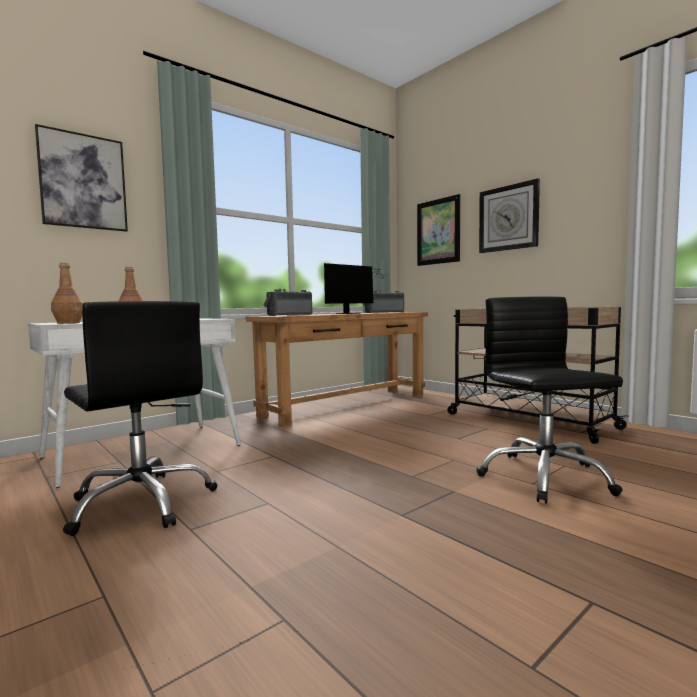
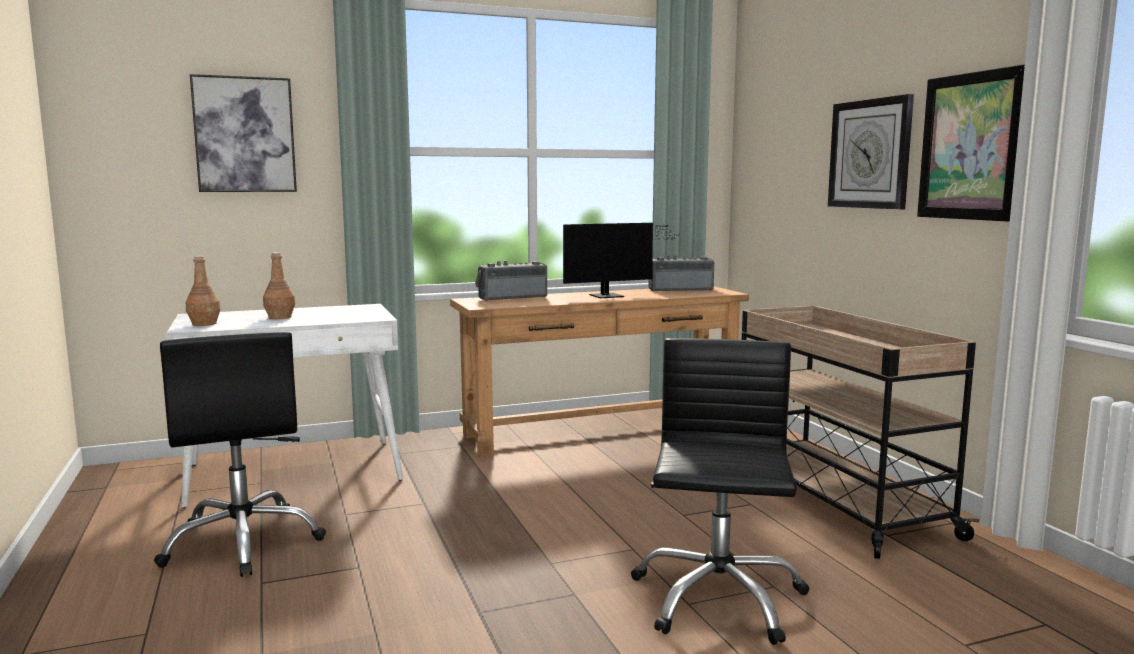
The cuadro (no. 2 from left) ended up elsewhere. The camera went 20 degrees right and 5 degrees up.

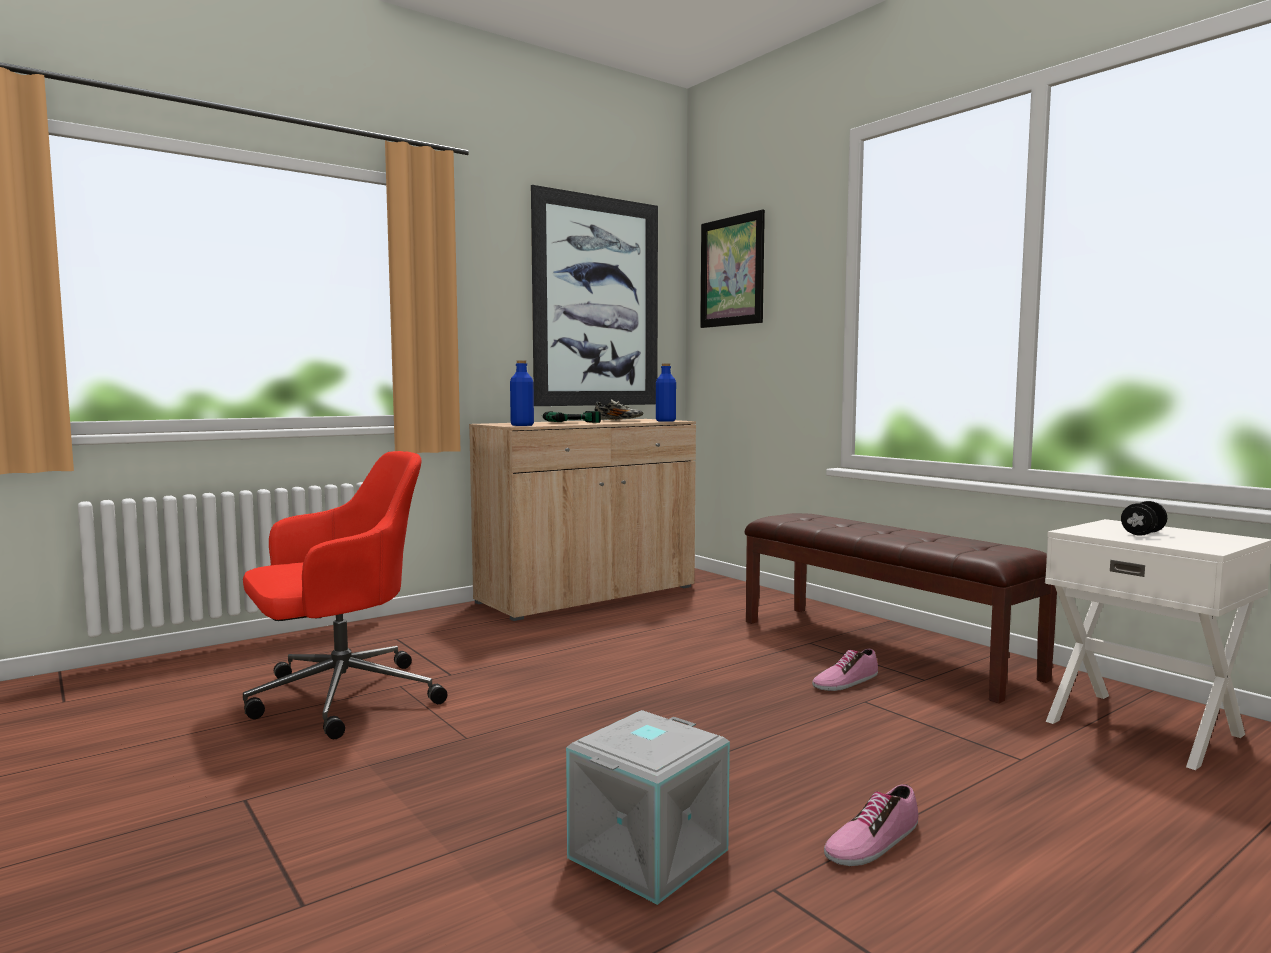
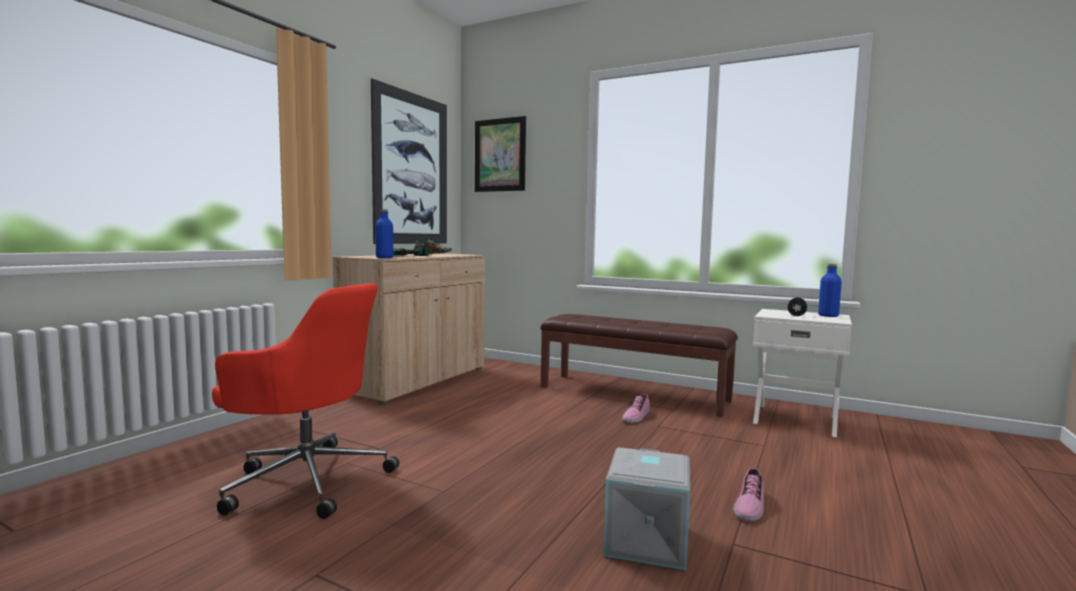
The botella (azul) (no. 2 from left) ended up elsewhere. The silla de oficina (rojo) ended up facing another way, 75 degrees clockwise from before. The camera went 25 degrees left and 0 degrees up.

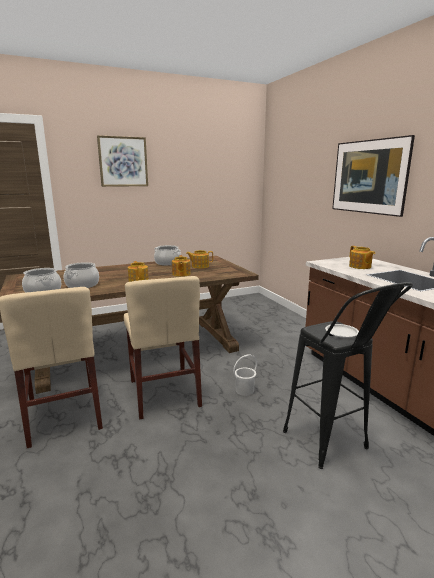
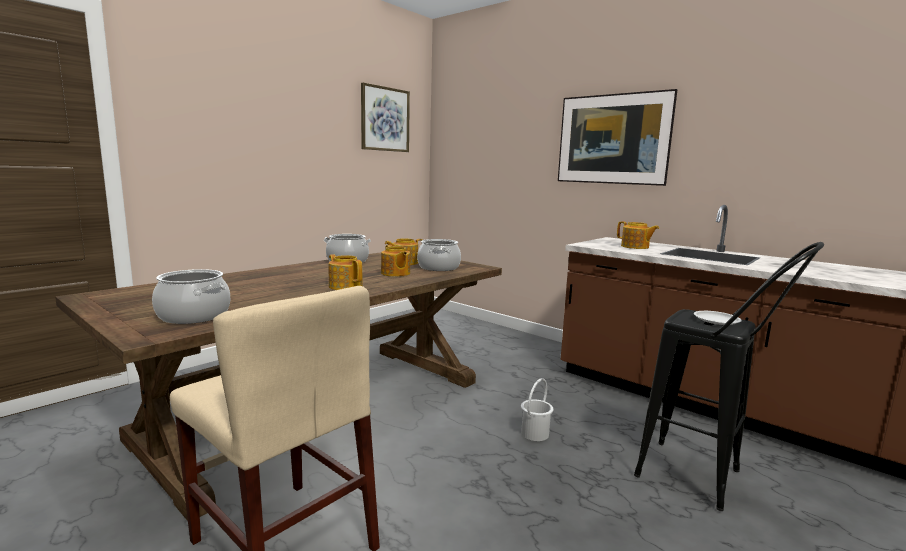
The second view lost the silla (beis) (no. 2 from left). The olla (no. 2 from left in the first image) ended up elsewhere. The cuadro (no. 1 from left) ended up elsewhere. The camera went 25 degrees left and 5 degrees down.

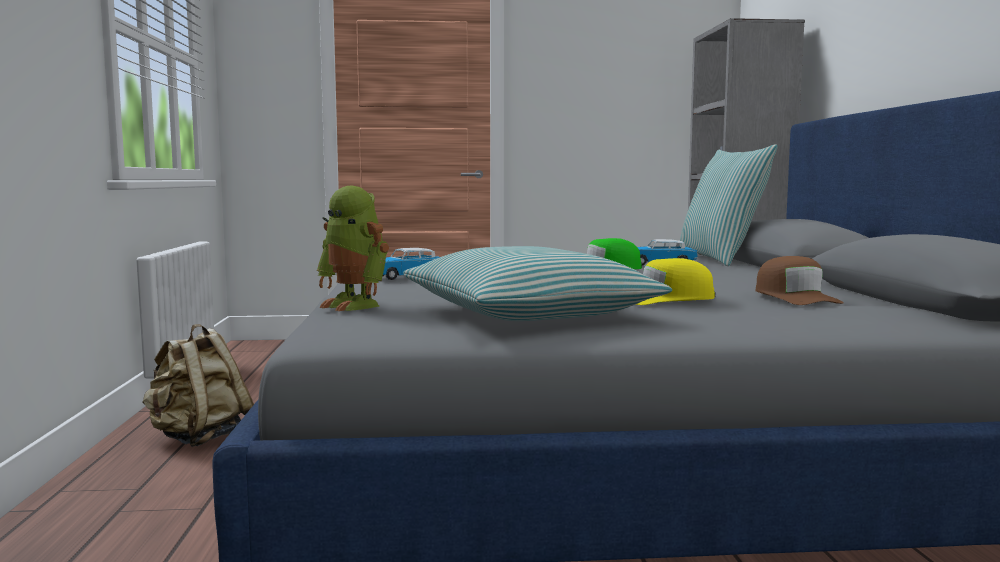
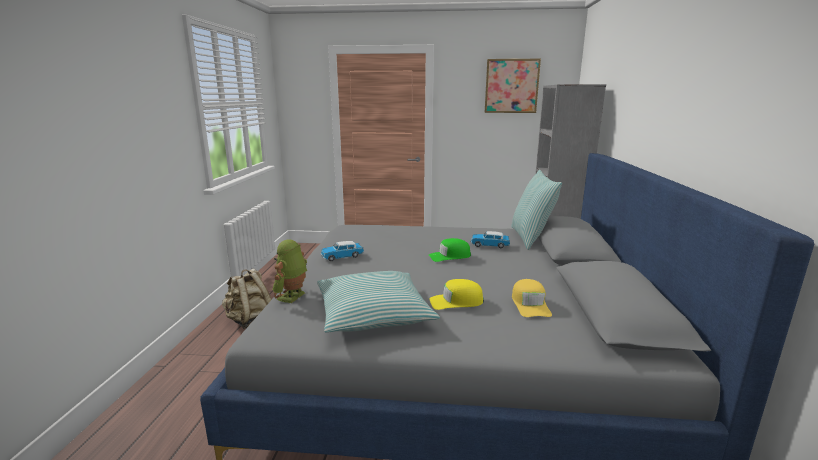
The second view gained the cuadro. What was the gorra (marrón) turned into the gorra (amarillo) (no. 2 from left). The robot de juguete ended up facing another way, 60 degrees clockwise from before. The camera went 10 degrees right and 10 degrees up.

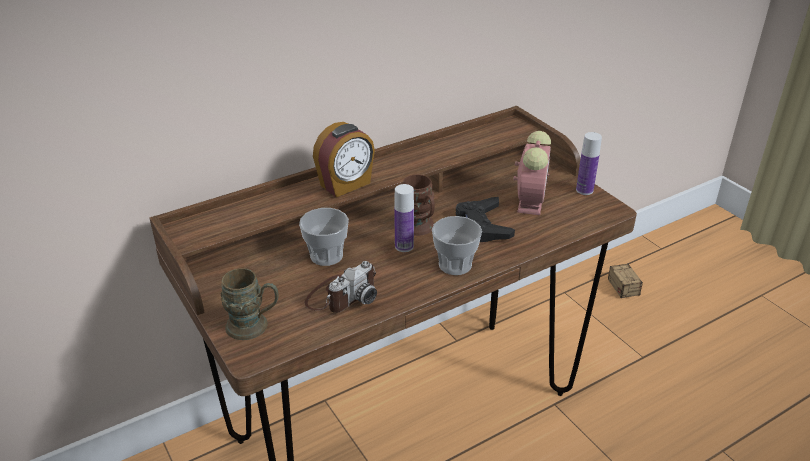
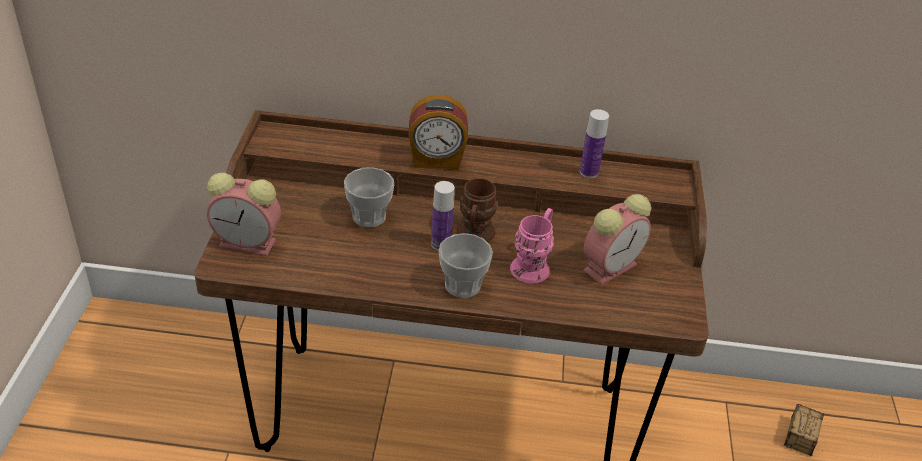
The second view lost the cámara. The botella (no. 2 from left) ended up elsewhere. Where the taza grande (marrón) (no. 1 from left) stood, the despertador (no. 1 from left) came to stand. Where the mando de consola (negro) stood, the taza grande (rosa) came to stand. The camera went 35 degrees right and 5 degrees up.

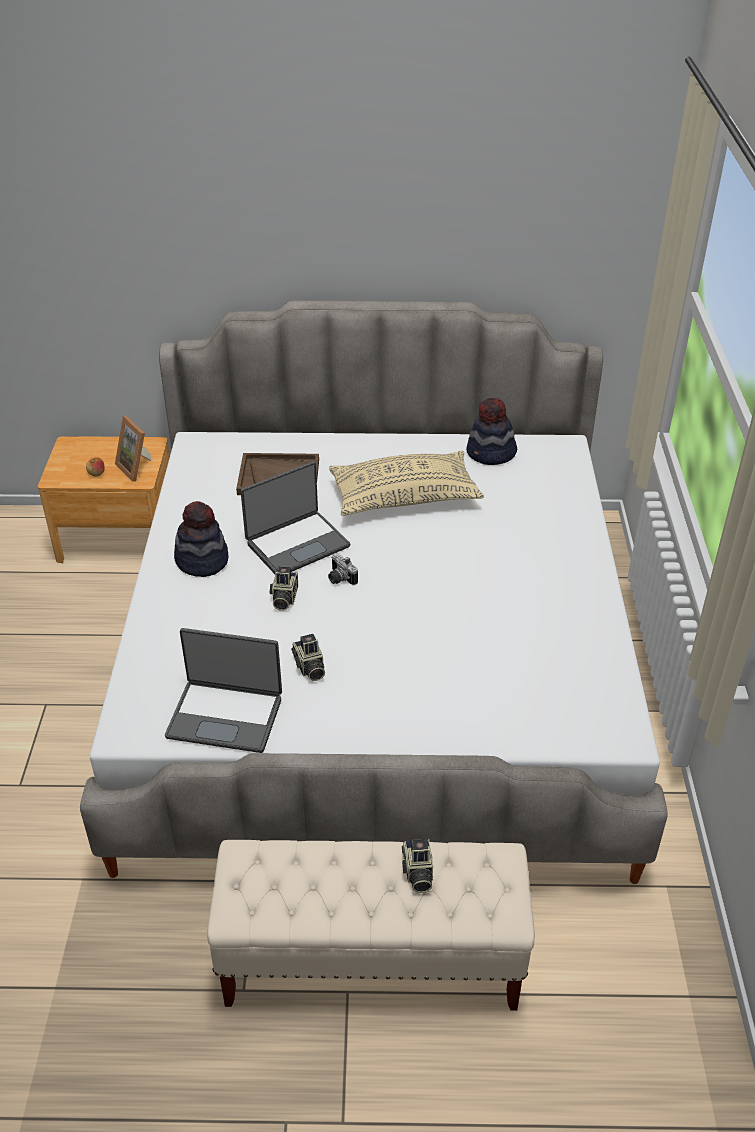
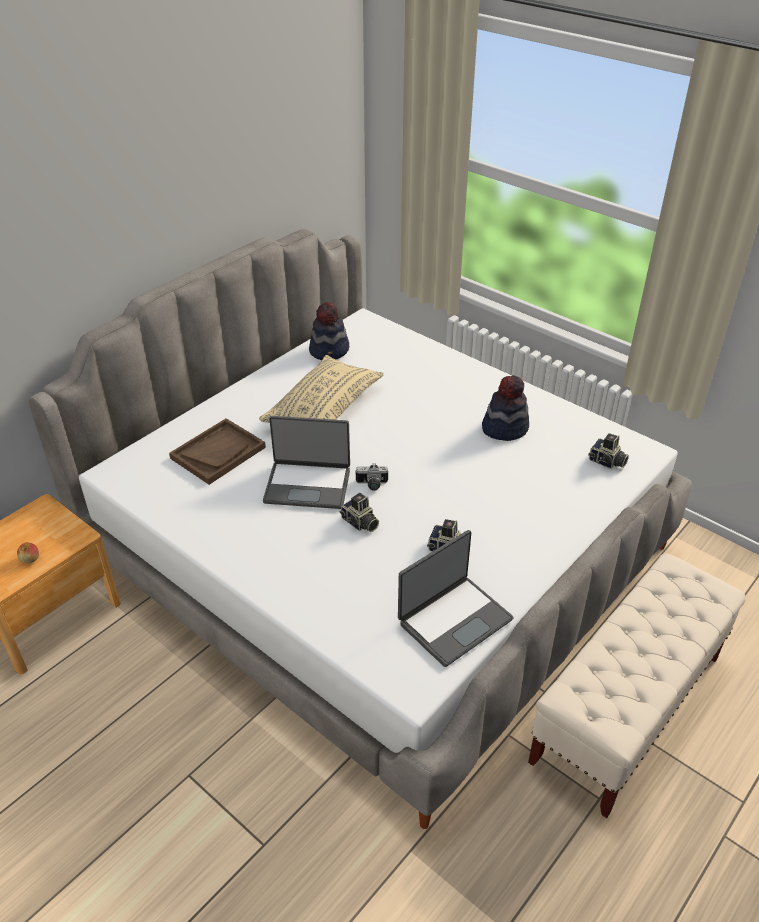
The second view lost the portarretratos. The sombrero (no. 1 from left in the first image) ended up elsewhere. The cámara (no. 4 from left) ended up elsewhere. The portátil (no. 2 from left in the first image) ended up facing another way, 90 degrees clockwise from before. The camera went 50 degrees left and 0 degrees up.

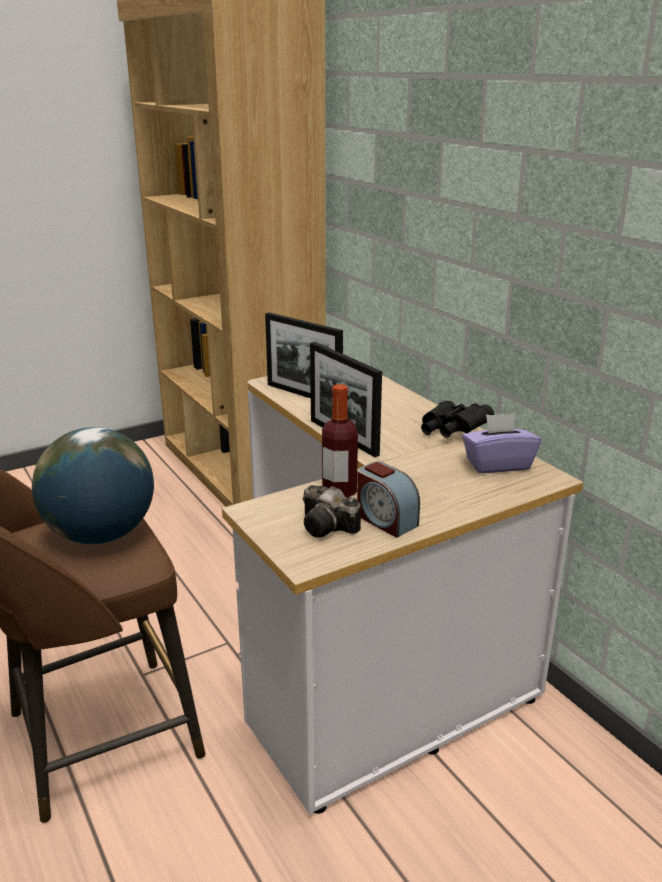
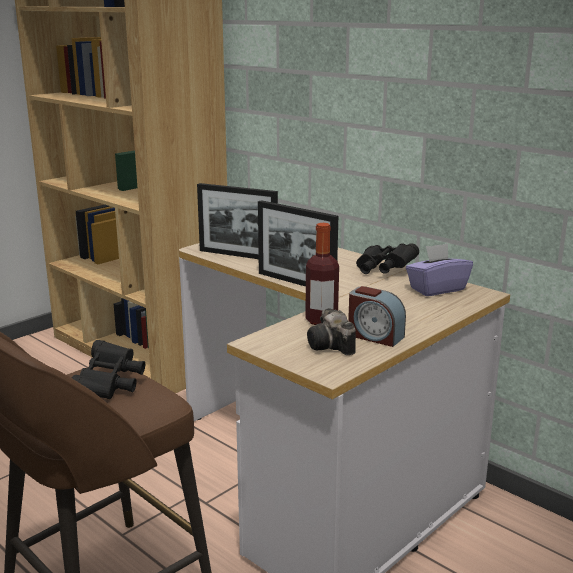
Where the globo terráqueo stood, the prismáticos (negro) (no. 1 from left) came to stand. The cámara ended up facing another way, 45 degrees clockwise from before. The camera went 15 degrees left and 5 degrees down.

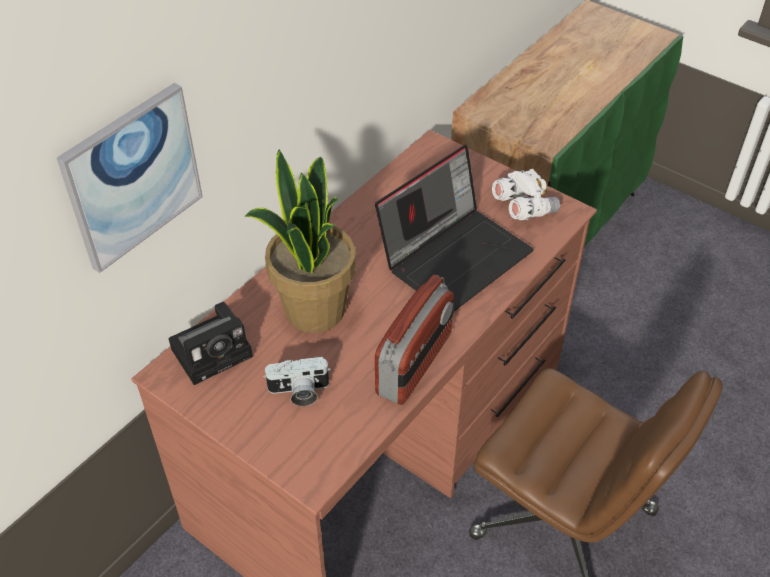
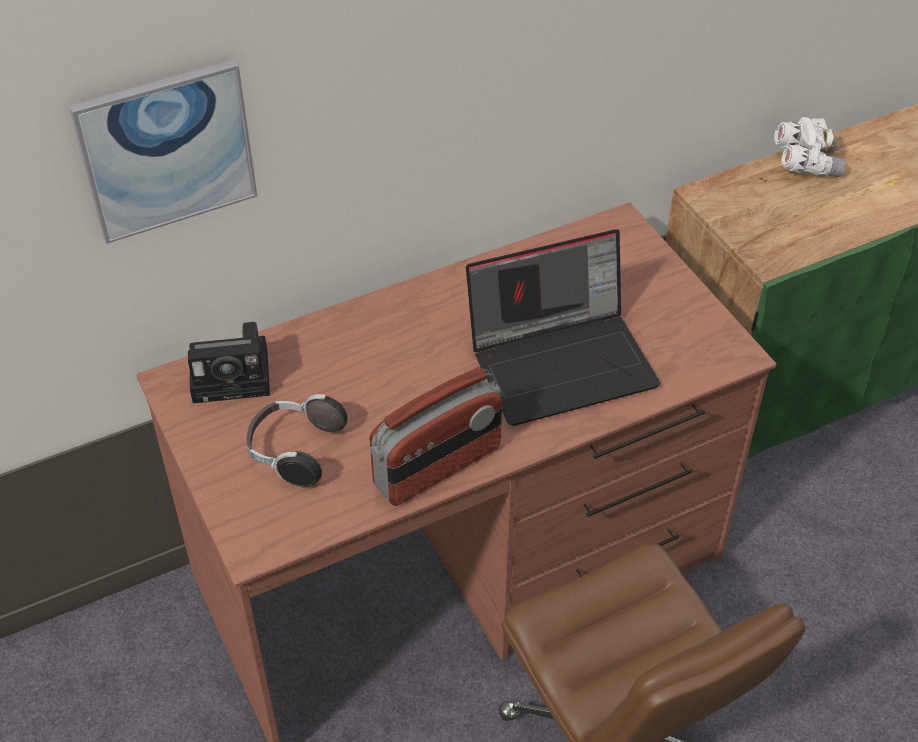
The second view lost the planta en maceta. The prismáticos (blanco) ended up elsewhere. Where the cámara (no. 2 from left) stood, the auriculares came to stand. The camera went 25 degrees right and 0 degrees up.

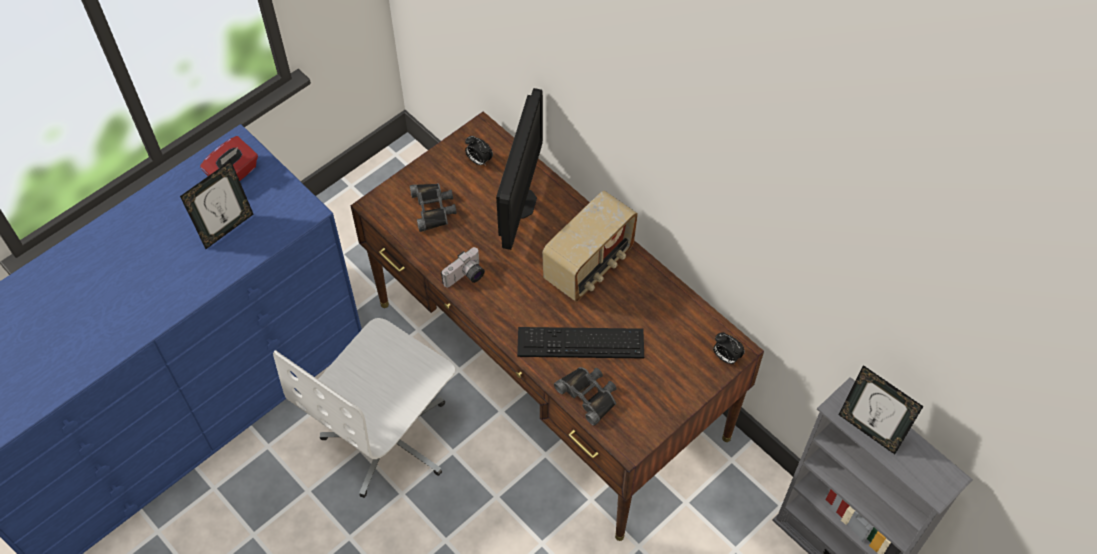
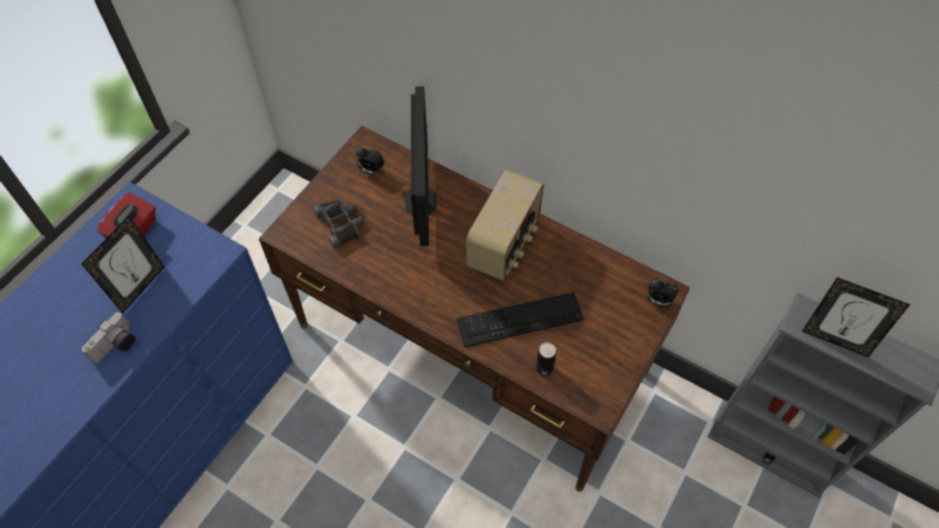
The second view lost the silla de oficina (blanco). The cámara ended up elsewhere. Where the prismáticos (negro) (no. 2 from left) stood, the lata came to stand. The camera went 15 degrees left and 0 degrees up.

